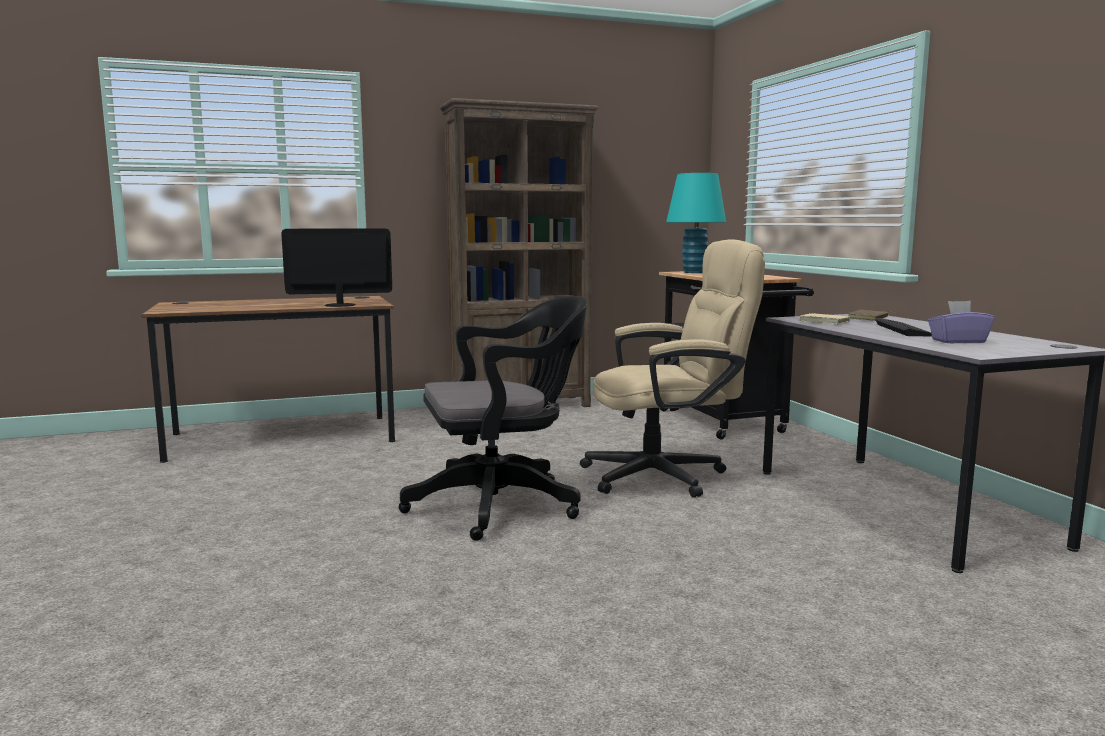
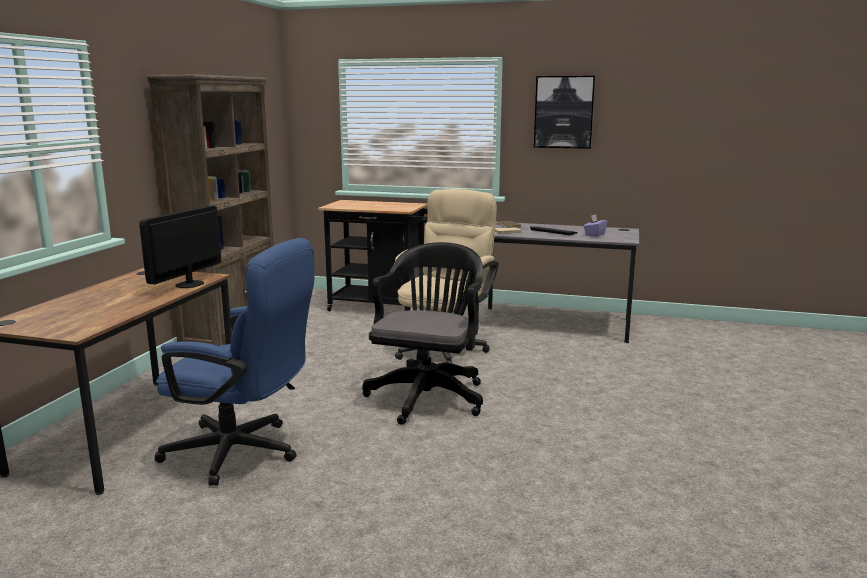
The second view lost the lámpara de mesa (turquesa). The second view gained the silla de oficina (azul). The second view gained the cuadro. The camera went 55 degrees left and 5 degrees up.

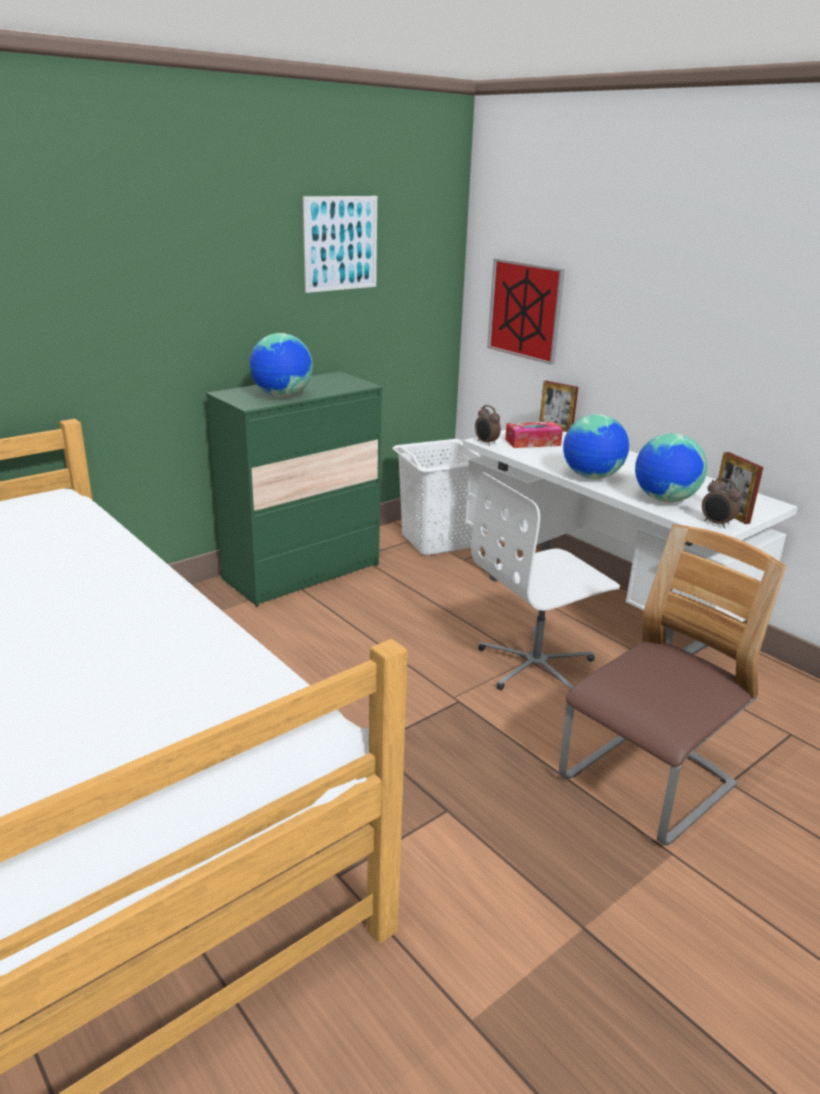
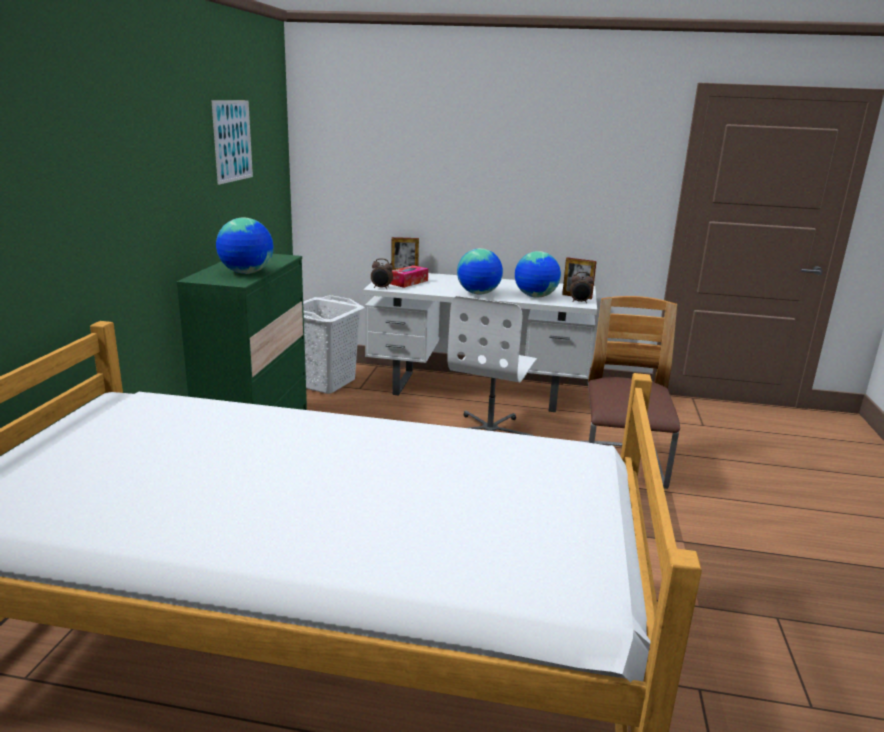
The second view lost the cuadro (no. 2 from left). The camera went 40 degrees left and 5 degrees down.

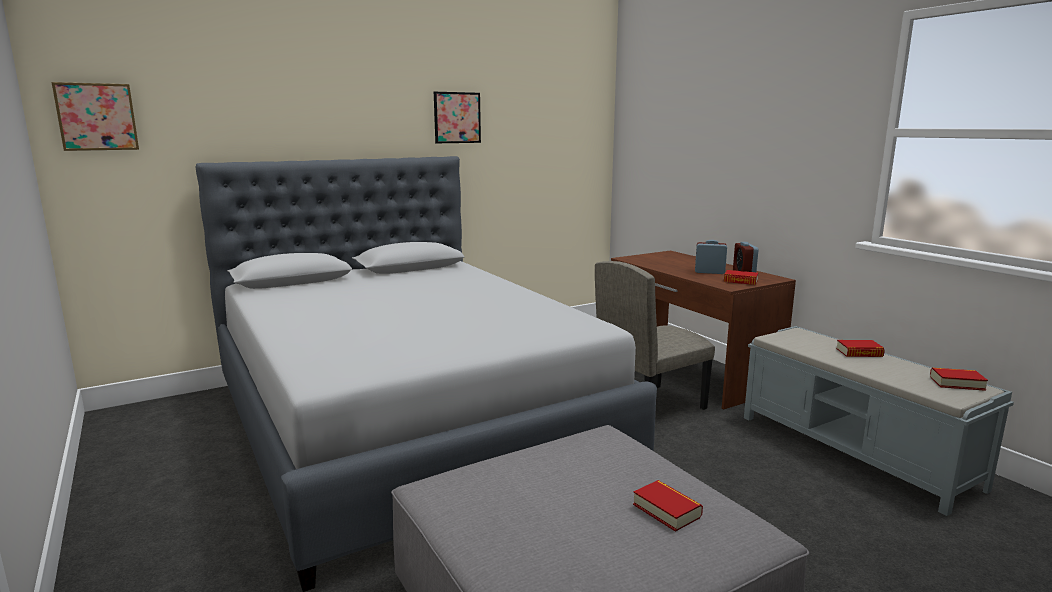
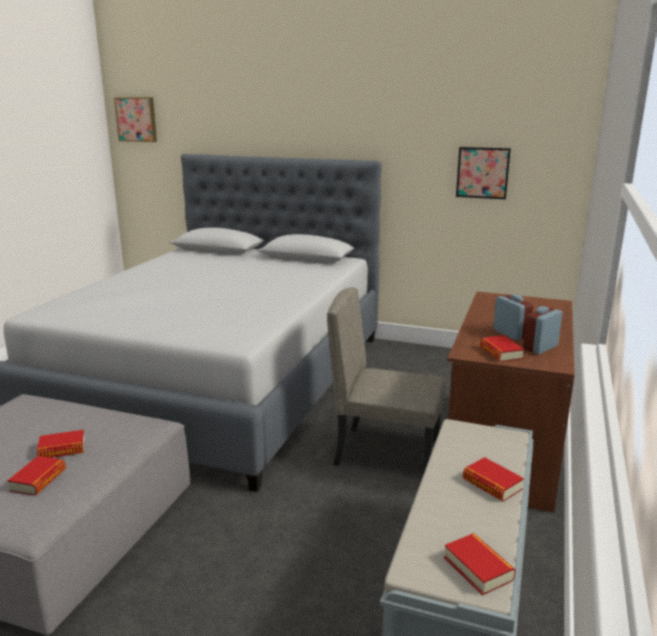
The second view gained the libro (no. 2 from left). The cuadro (no. 2 from left) ended up elsewhere. The camera went 50 degrees right and 5 degrees up.

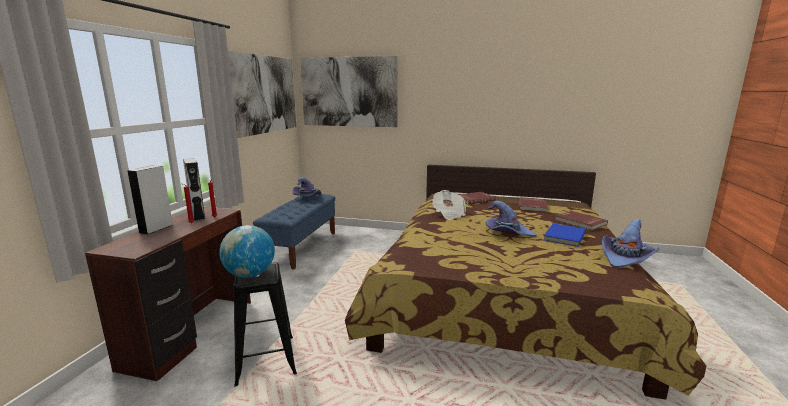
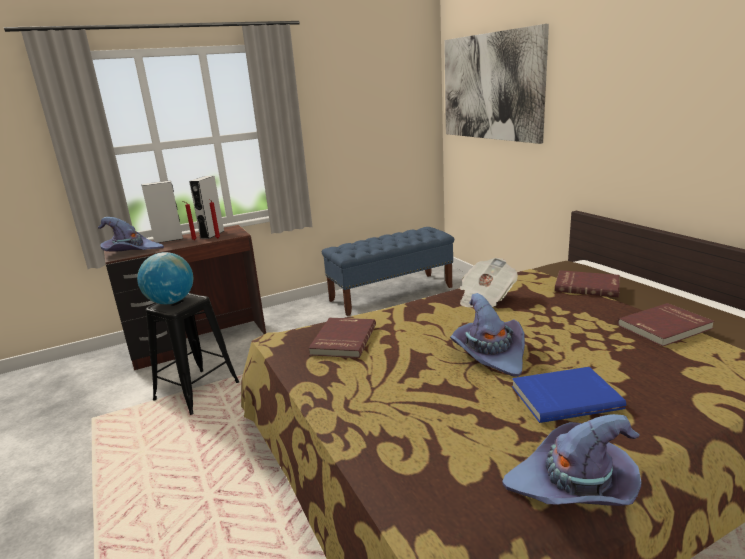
The second view lost the cuadro (no. 1 from left). The sombrero (morado) (no. 1 from left) ended up elsewhere. The libro (rojo) (no. 3 from left in the first image) ended up elsewhere. The camera went 50 degrees right and 5 degrees up.

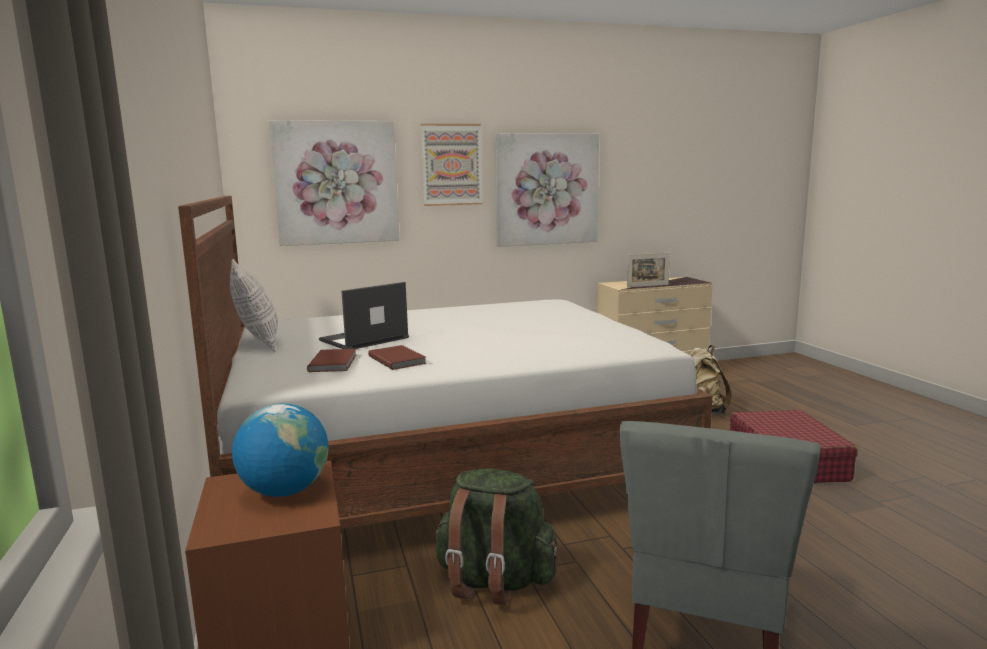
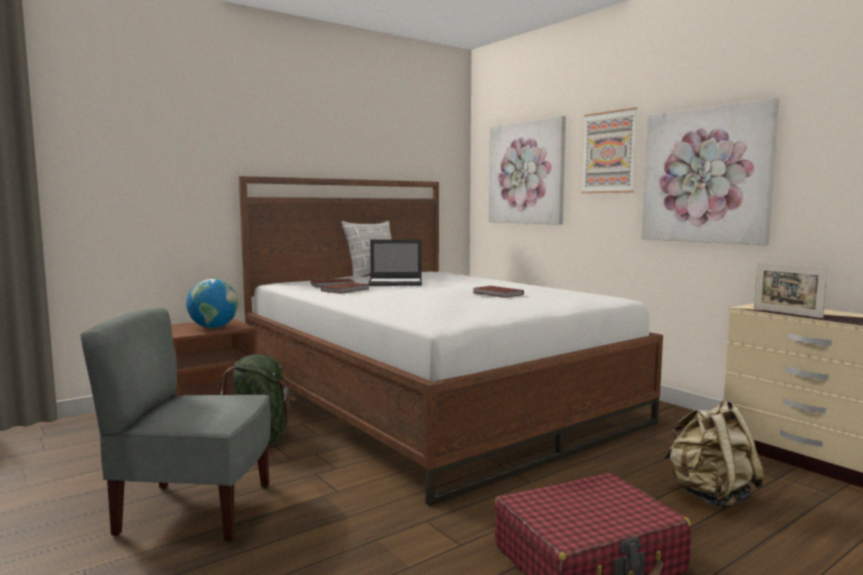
The second view gained the libro (marrón) (no. 3 from left). The portátil ended up facing another way, 150 degrees clockwise from before. The camera went 70 degrees right and 5 degrees down.

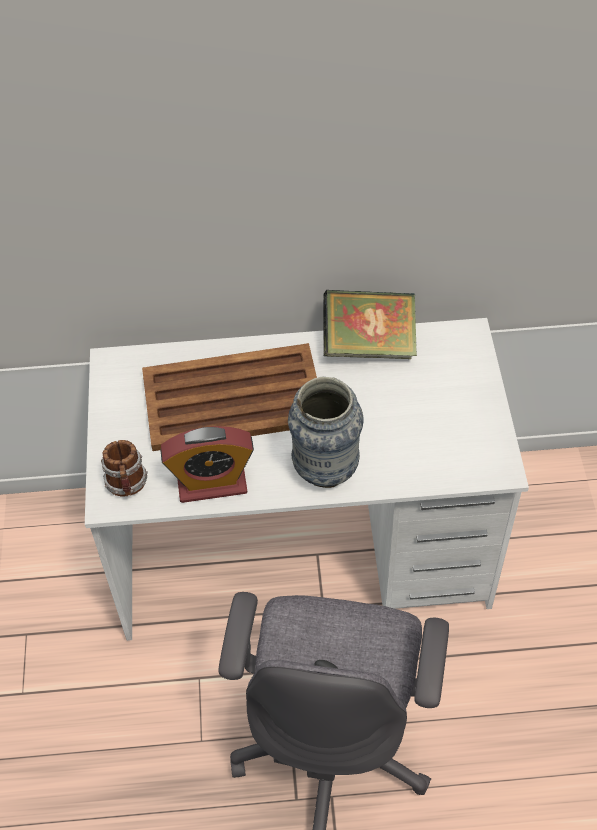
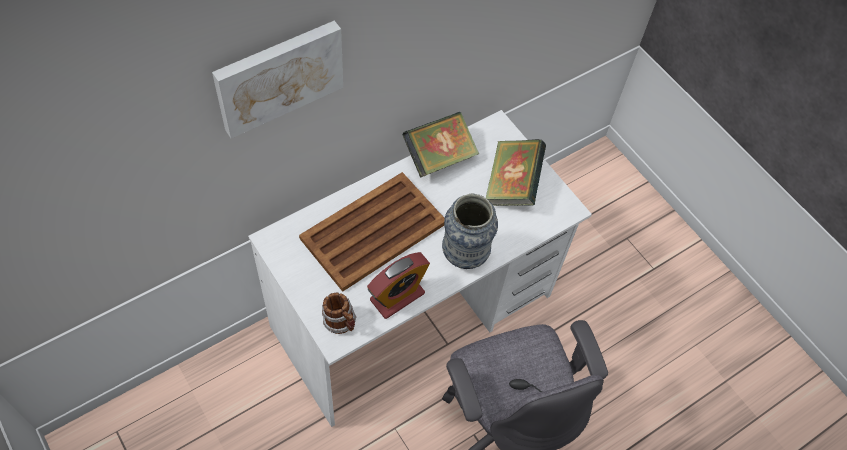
The second view gained the cuadro. The second view gained the libro (no. 2 from left). The camera went 35 degrees left and 5 degrees up.

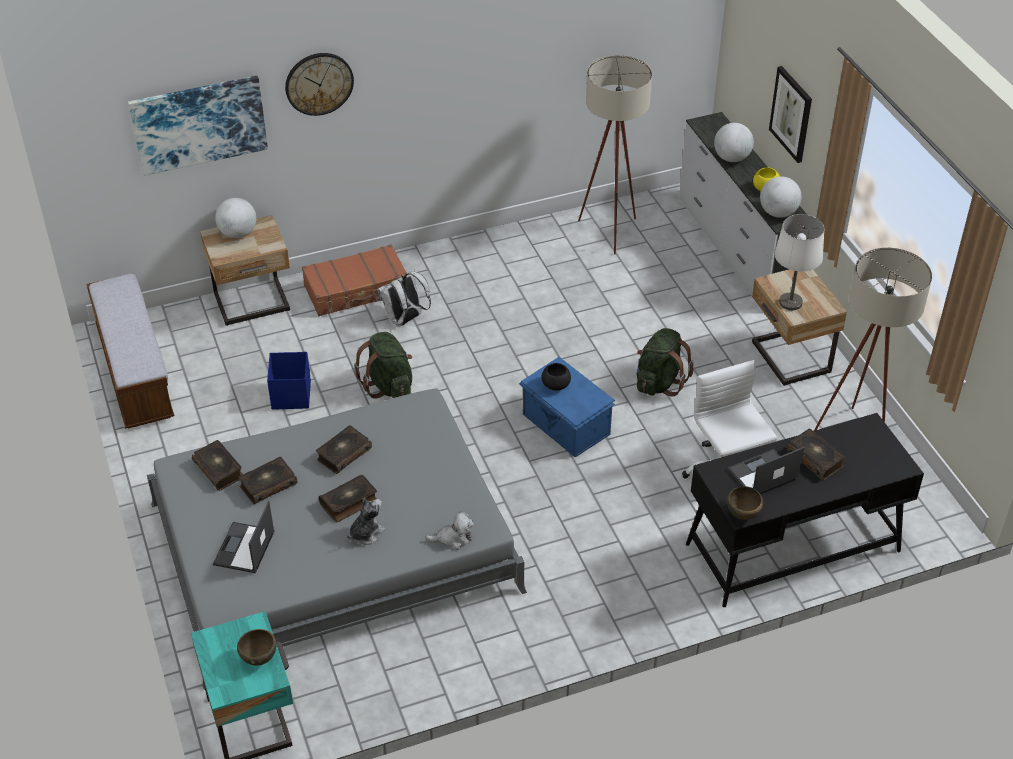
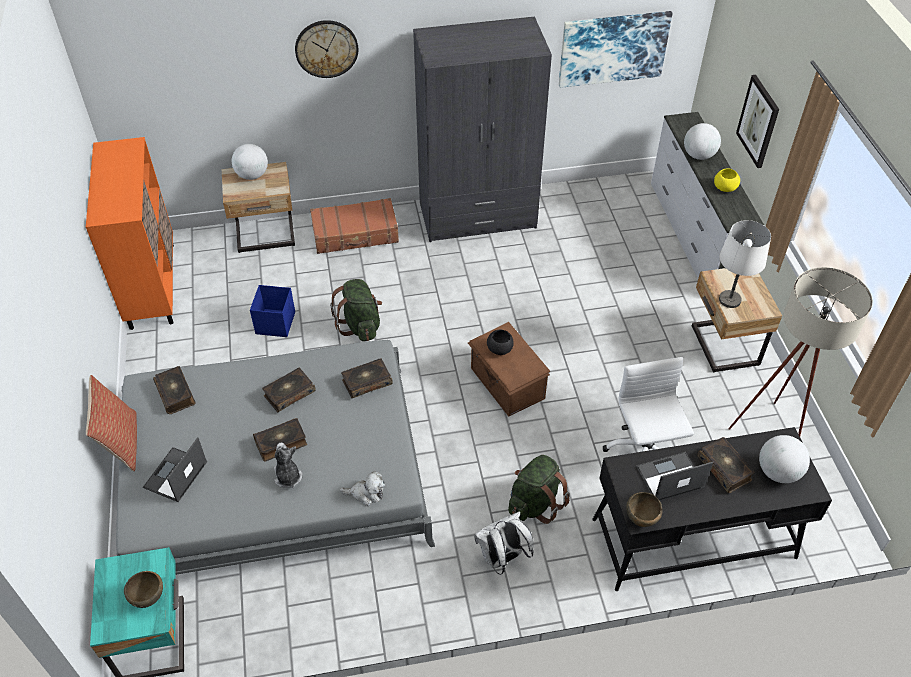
The second view lost the lámpara de pie (beis) (no. 1 from left). The second view gained the cojín. The second view gained the armario ropero (gris). The cuadro (no. 1 from left) ended up elsewhere. The libro (no. 2 from left in the first image) ended up elsewhere. The mochila (blanco) ended up elsewhere. The mochila (verde) (no. 2 from left) ended up elsewhere. The globo terráqueo (no. 3 from left) ended up elsewhere. Where the banco stood, the armario (naranja) came to stand. What was the caja de almacenaje (azul) (no. 2 from left) turned into the caja de almacenaje (marrón). The peluche (no. 1 from left) ended up facing another way, 75 degrees counterclockwise from before. The camera went 10 degrees right and 5 degrees up.

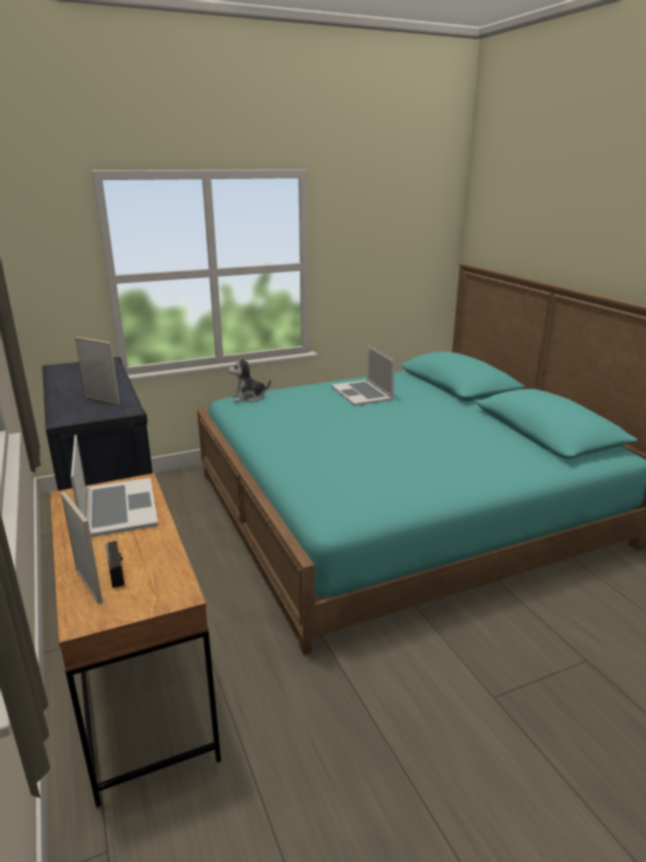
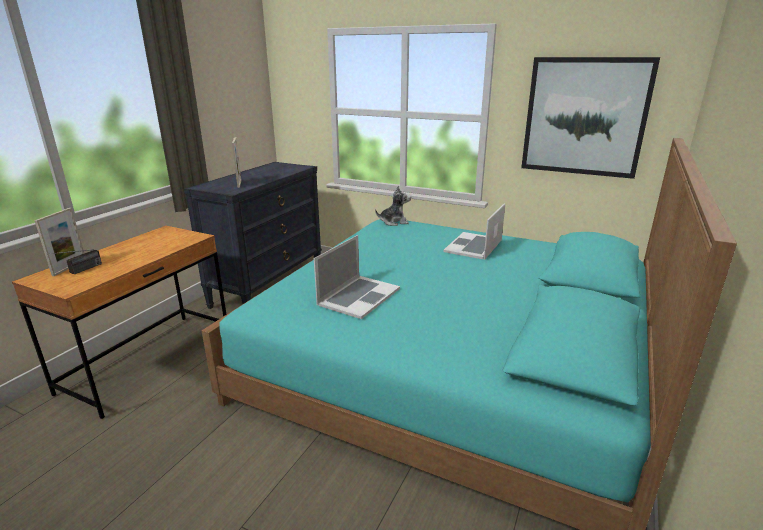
The second view gained the cuadro. The portátil (no. 1 from left) ended up elsewhere. The peluche ended up facing another way, 135 degrees clockwise from before. The camera went 50 degrees right and 0 degrees up.

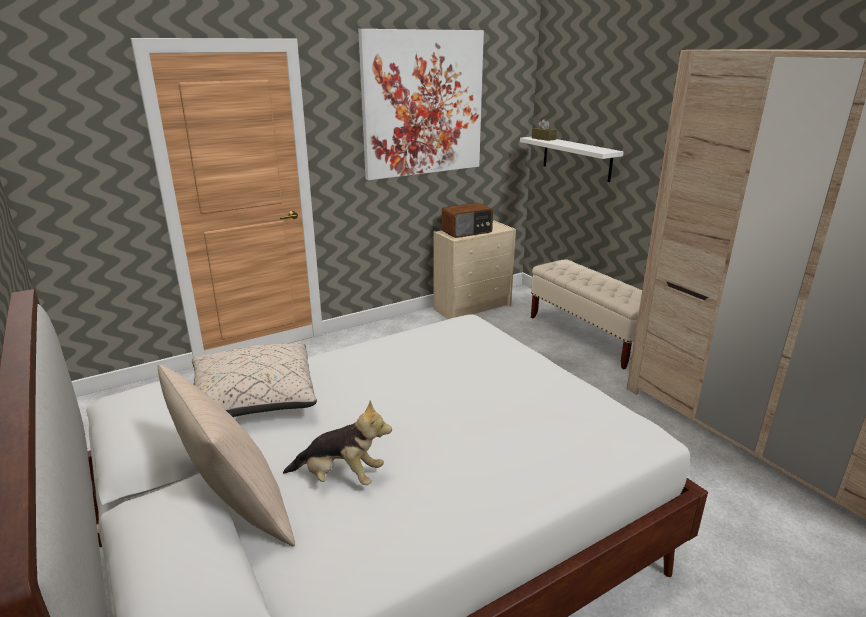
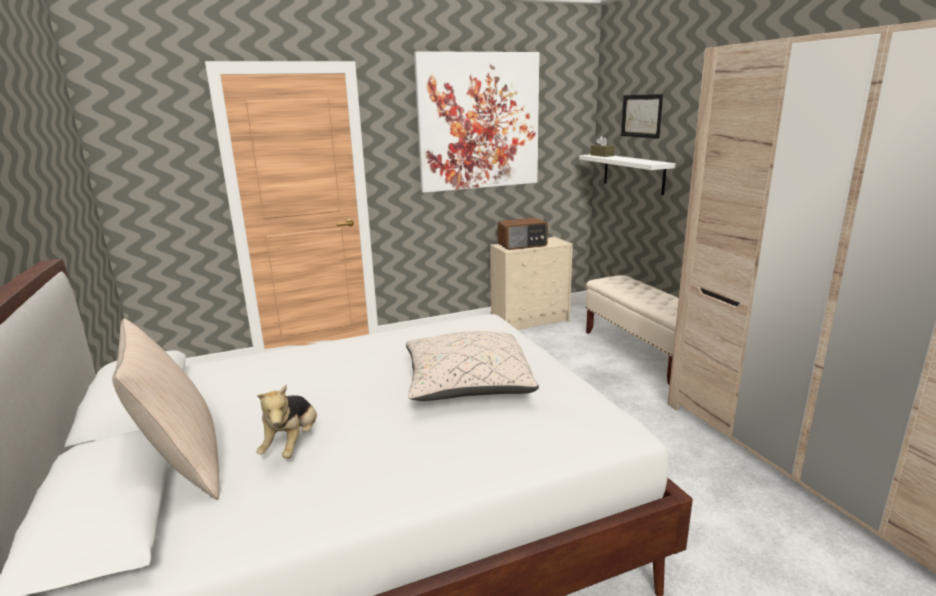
The second view gained the cuadro (no. 2 from left). The cojín (beis) (no. 2 from left) ended up elsewhere. The peluche ended up facing another way, 75 degrees clockwise from before. The camera went 10 degrees right and 5 degrees down.

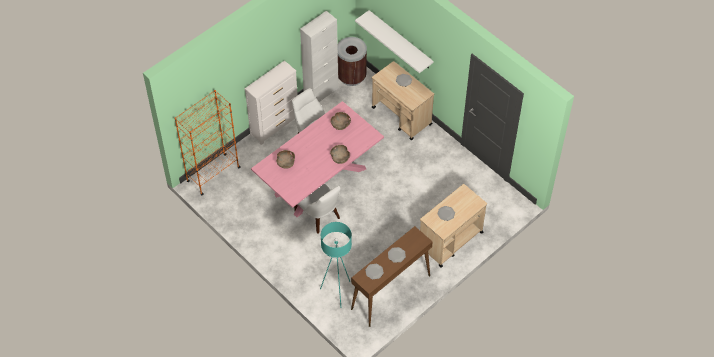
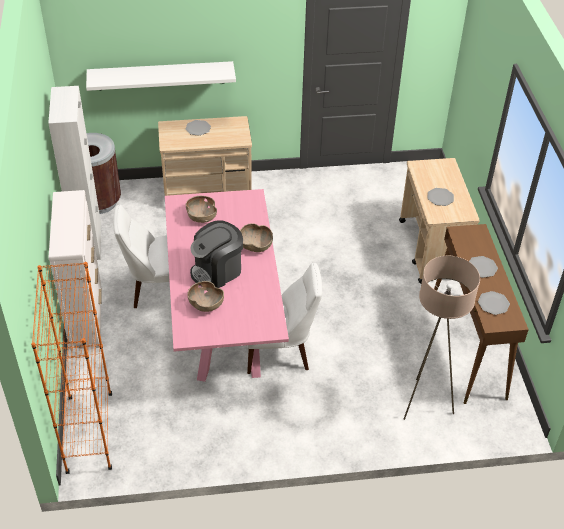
The second view gained the cafetera. What was the lámpara de pie (turquesa) turned into the lámpara de pie (beis). The camera went 55 degrees left and 10 degrees down.

